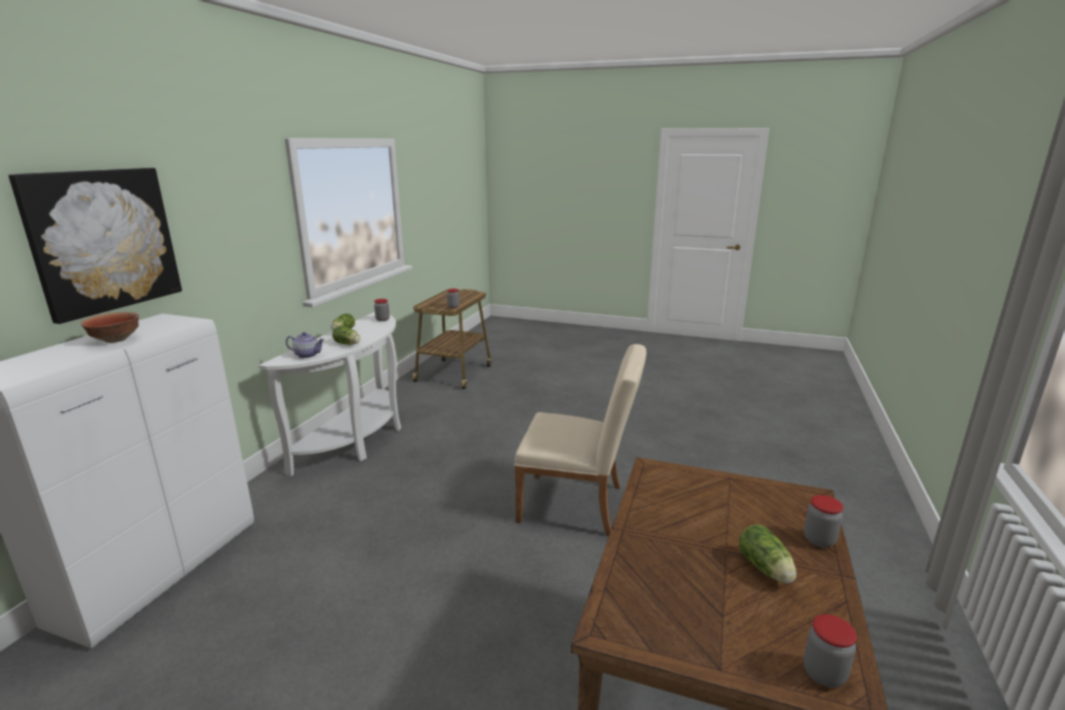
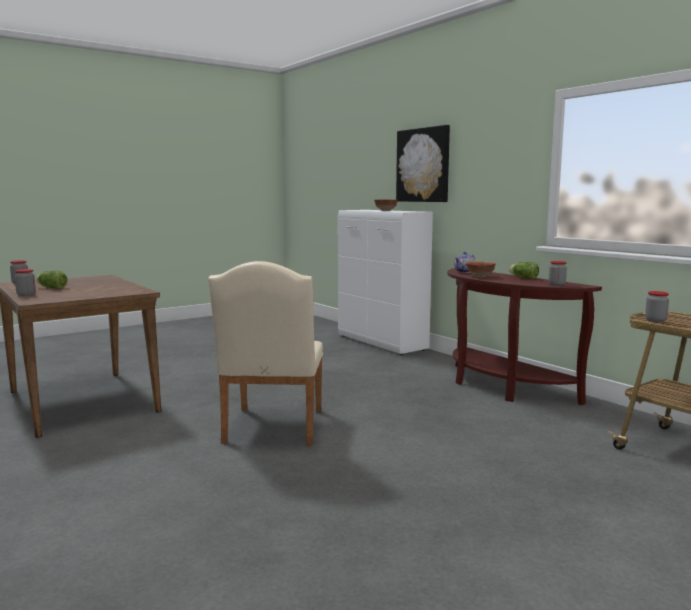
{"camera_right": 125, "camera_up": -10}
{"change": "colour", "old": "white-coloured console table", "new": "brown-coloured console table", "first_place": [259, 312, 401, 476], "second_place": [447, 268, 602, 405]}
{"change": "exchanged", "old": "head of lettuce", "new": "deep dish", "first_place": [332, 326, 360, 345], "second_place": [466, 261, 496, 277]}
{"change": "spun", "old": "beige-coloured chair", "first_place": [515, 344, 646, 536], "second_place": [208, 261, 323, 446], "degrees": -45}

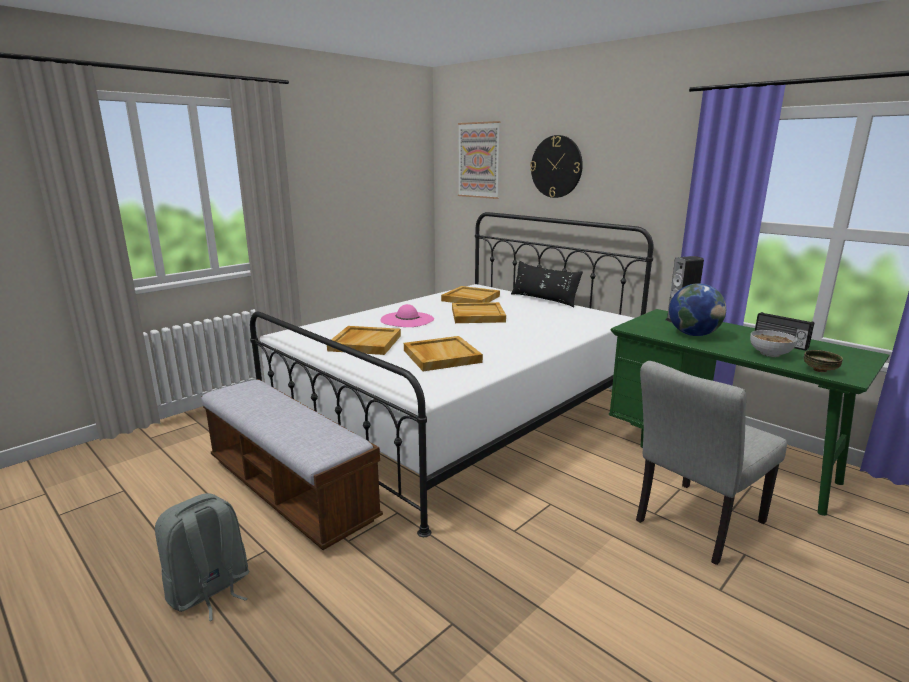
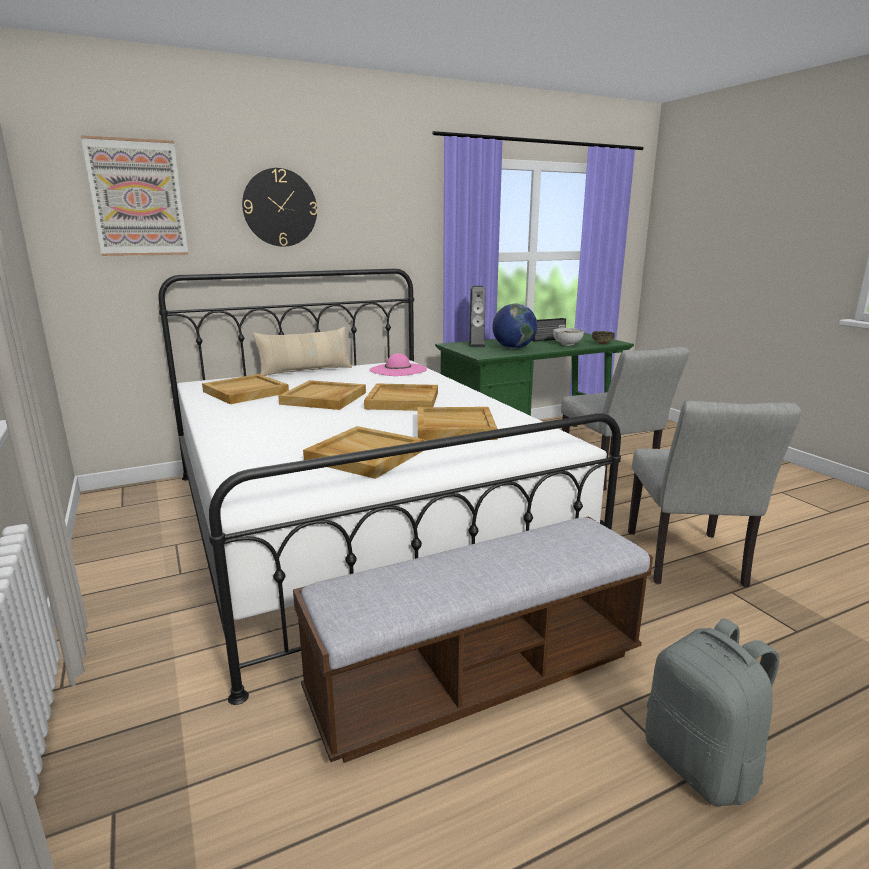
{"camera_right": -70, "camera_up": 0}
{"change": "relocated", "old": "pink-coloured clothing hat", "first_place": [380, 304, 434, 327], "second_place": [369, 353, 427, 376]}
{"change": "colour", "old": "black cushion", "new": "beige-coloured cushion", "first_place": [511, 261, 583, 307], "second_place": [253, 327, 352, 376]}
{"change": "appeared", "new": "beige-coloured tray", "second_place": [364, 383, 438, 411]}
{"change": "appeared", "new": "greyish chair", "second_place": [628, 401, 801, 587]}

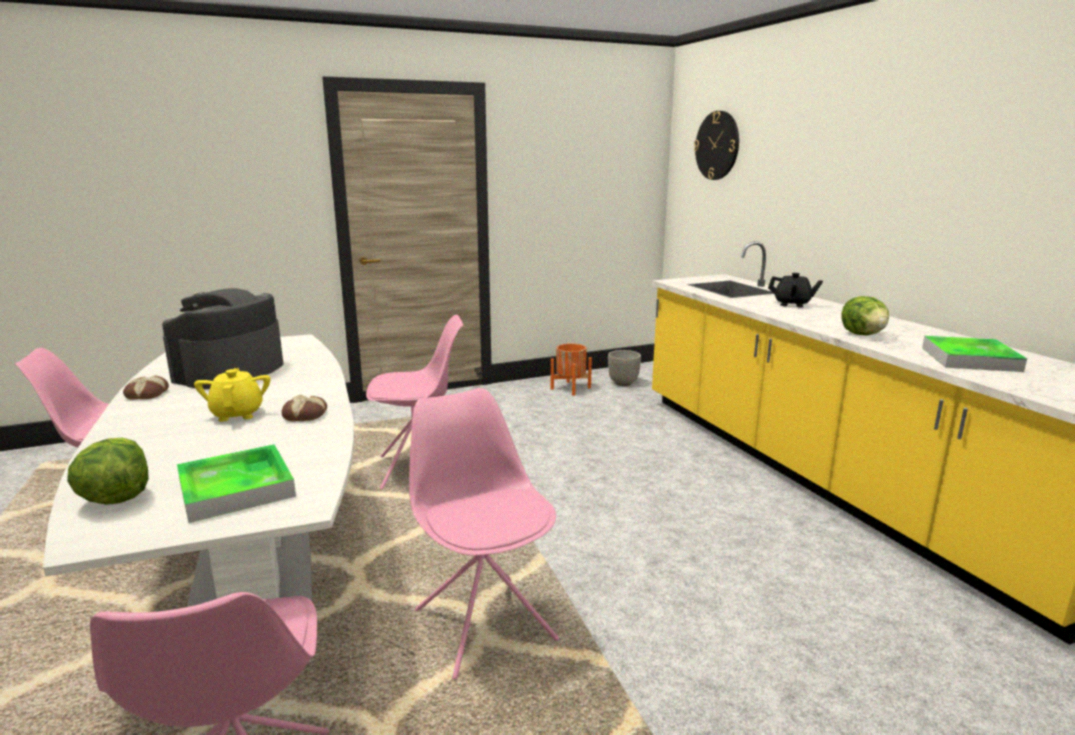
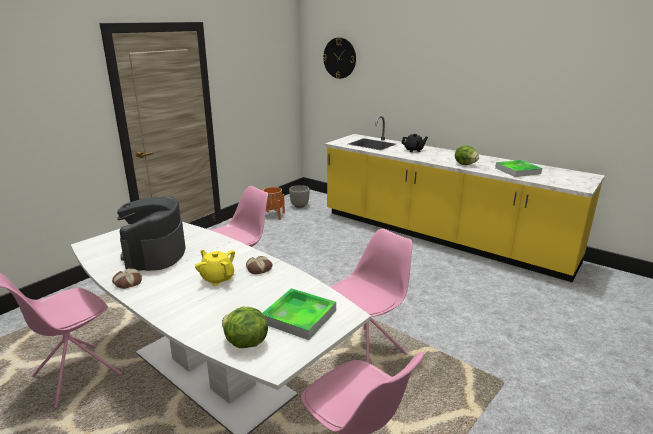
{"camera_right": -30, "camera_up": 5}
{"change": "spun", "old": "pink-coloured chair", "first_place": [409, 388, 559, 679], "second_place": [331, 229, 412, 363], "degrees": 105}

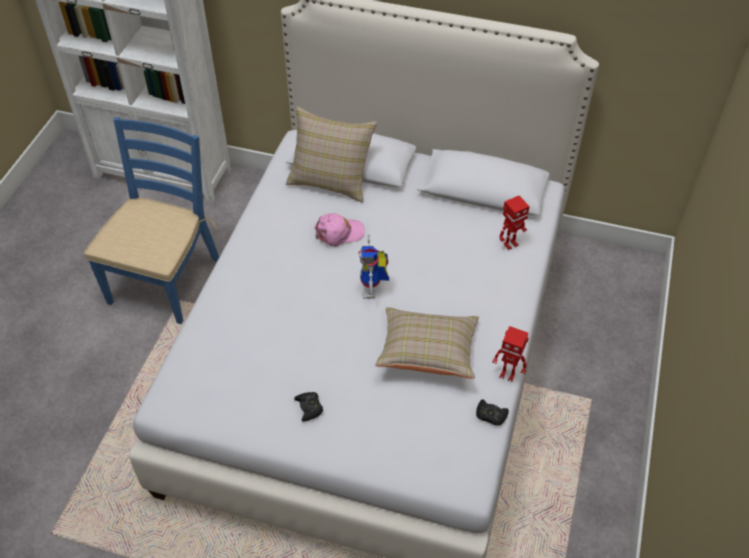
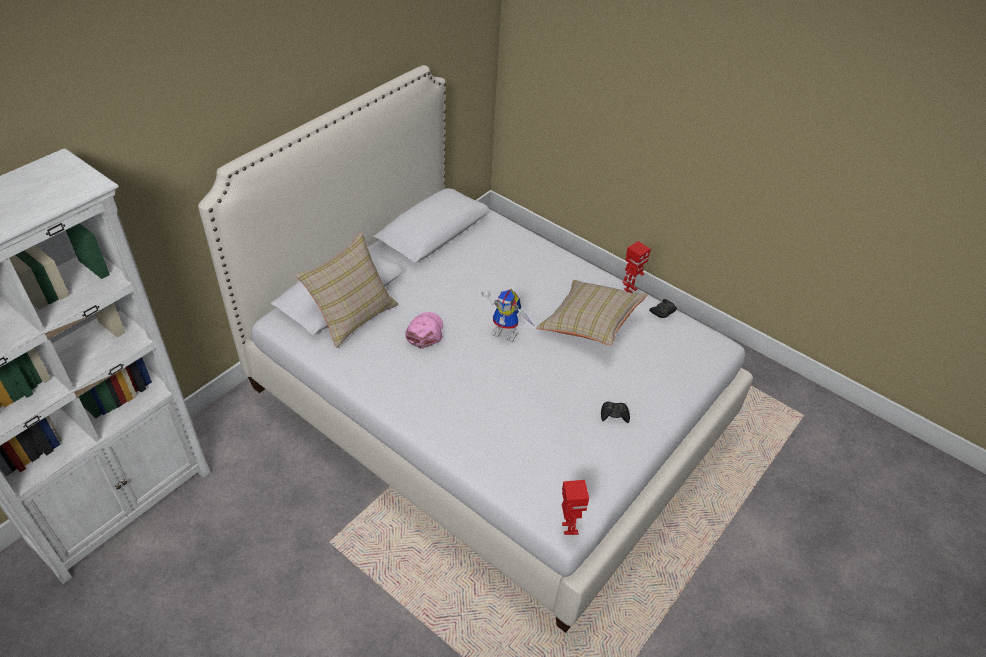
{"camera_right": -70, "camera_up": -5}
{"change": "missing", "old": "blue chair", "first_place": [84, 117, 219, 324]}
{"change": "relocated", "old": "toy robot", "first_place": [499, 196, 530, 250], "second_place": [562, 480, 589, 535]}

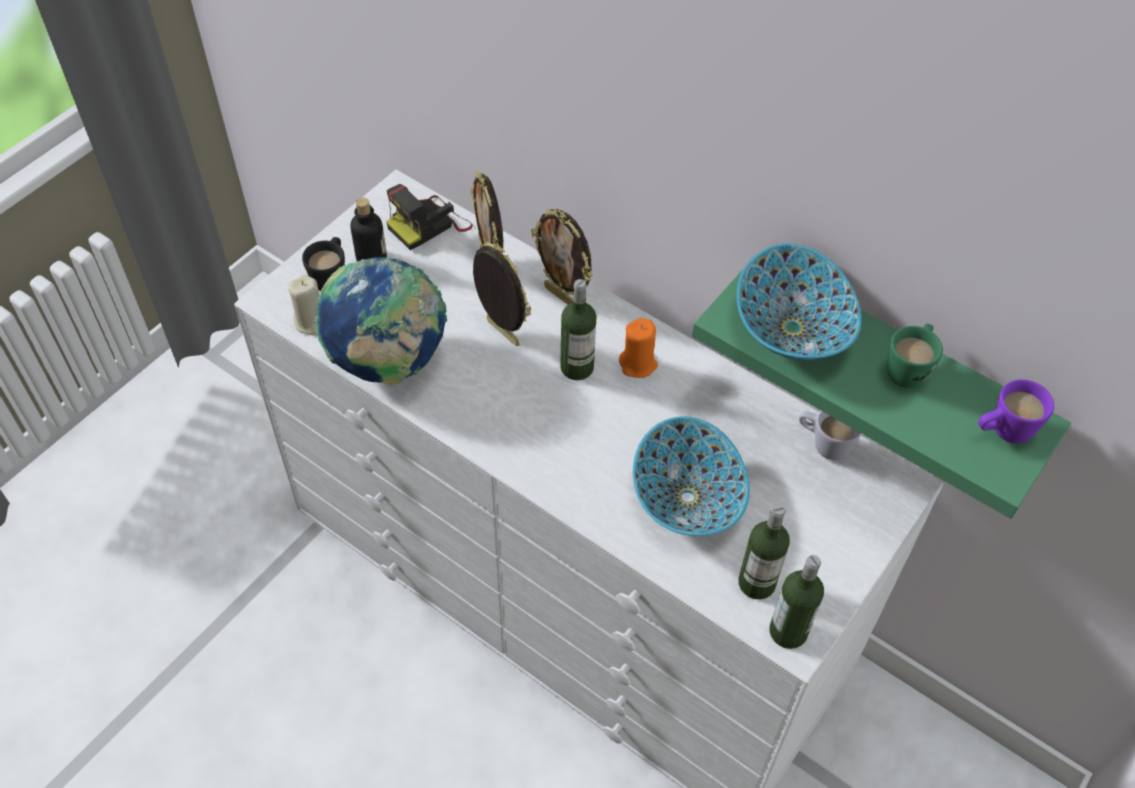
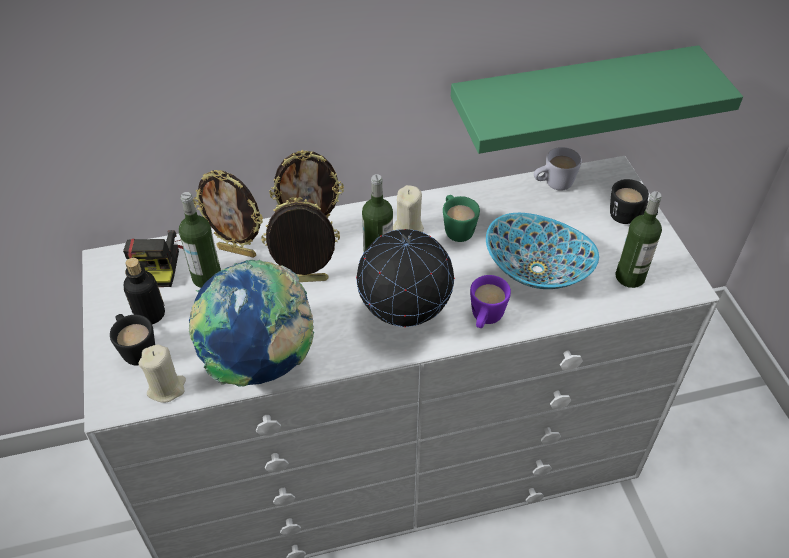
{"camera_right": -50, "camera_up": -5}
{"change": "colour", "old": "orange candle", "new": "beige-coloured candle", "first_place": [619, 318, 658, 378], "second_place": [393, 185, 424, 232]}
{"change": "missing", "old": "deep dish", "first_place": [737, 244, 862, 360]}
{"change": "relocated", "old": "drink bottle", "first_place": [769, 555, 824, 649], "second_place": [179, 192, 221, 288]}
{"change": "relocated", "old": "green coffee mug", "first_place": [887, 324, 943, 388], "second_place": [443, 195, 480, 242]}
{"change": "relocated", "old": "purplish coffee mug", "first_place": [978, 379, 1054, 443], "second_place": [470, 275, 511, 328]}
{"change": "appeared", "new": "world globe", "second_place": [356, 229, 455, 327]}
{"change": "appeared", "new": "black coffee mug", "second_place": [610, 179, 658, 224]}

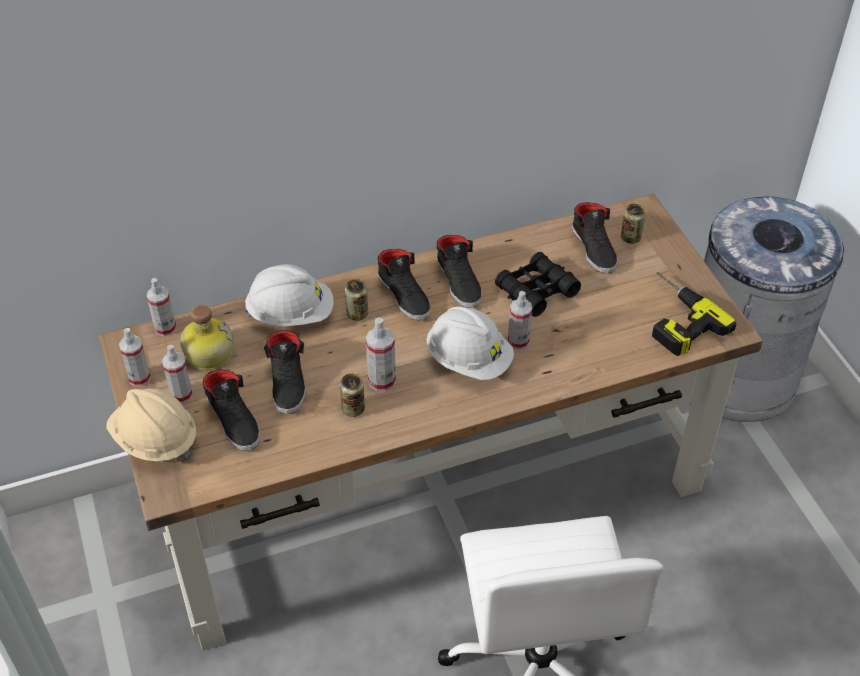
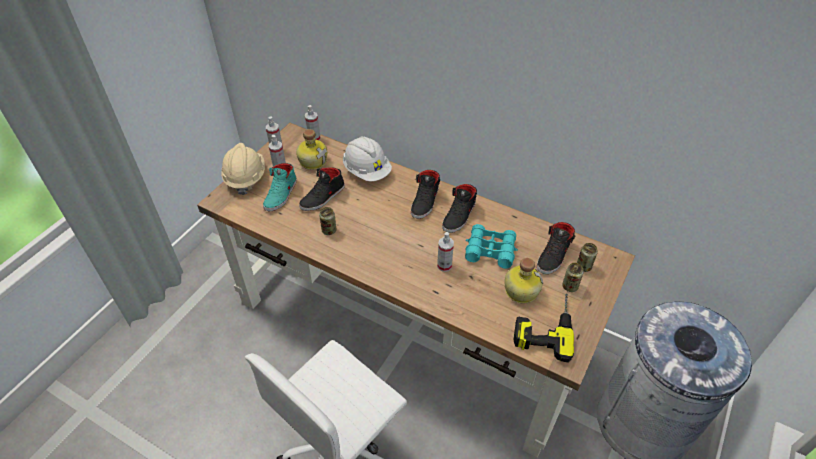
{"camera_right": 50, "camera_up": 0}
{"change": "colour", "old": "black low shoe", "new": "blue-green low shoe", "first_place": [203, 370, 260, 451], "second_place": [263, 163, 297, 211]}
{"change": "relocated", "old": "metal can", "first_place": [345, 279, 368, 321], "second_place": [562, 263, 584, 292]}
{"change": "missing", "old": "spray bottle", "first_place": [366, 317, 396, 391]}
{"change": "missing", "old": "white-coloured hard hat", "first_place": [427, 306, 514, 380]}
{"change": "colour", "old": "black field glasses", "new": "blue-green field glasses", "first_place": [495, 252, 581, 317], "second_place": [465, 224, 518, 269]}
{"change": "appeared", "new": "drink bottle", "second_place": [504, 258, 543, 304]}

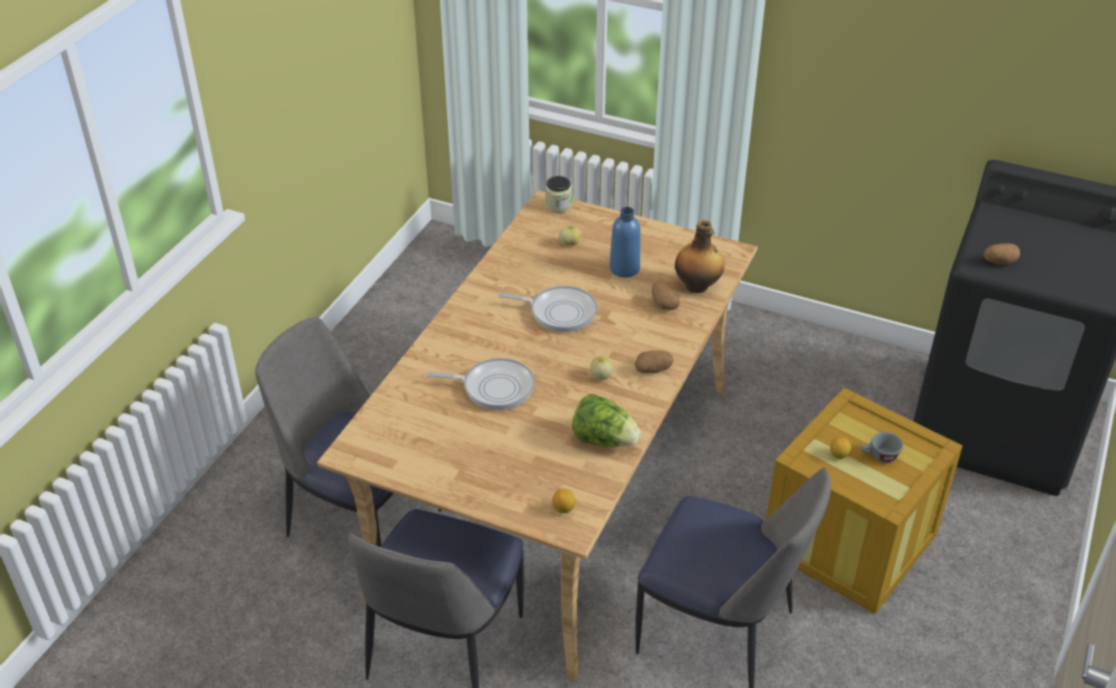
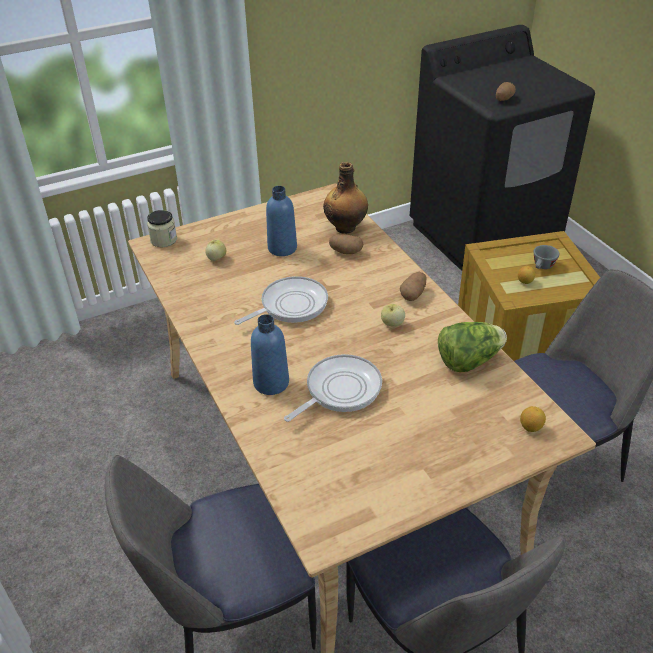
{"camera_right": -50, "camera_up": 0}
{"change": "appeared", "new": "blue drink bottle", "second_place": [251, 314, 289, 395]}

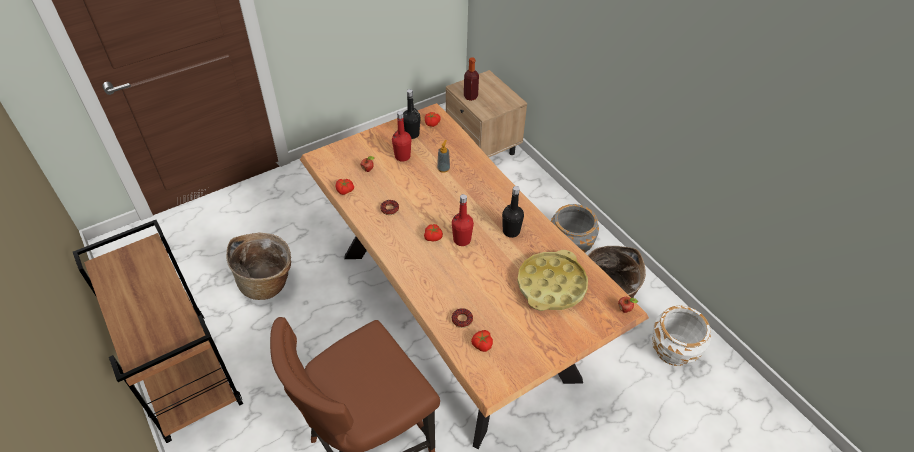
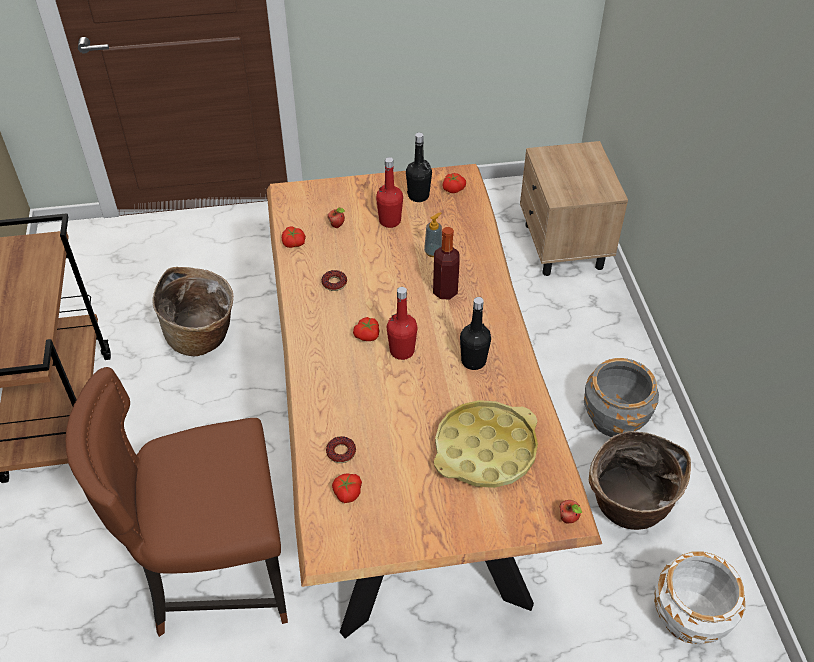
{"camera_right": 25, "camera_up": 0}
{"change": "relocated", "old": "drink bottle", "first_place": [464, 57, 479, 101], "second_place": [433, 227, 460, 299]}

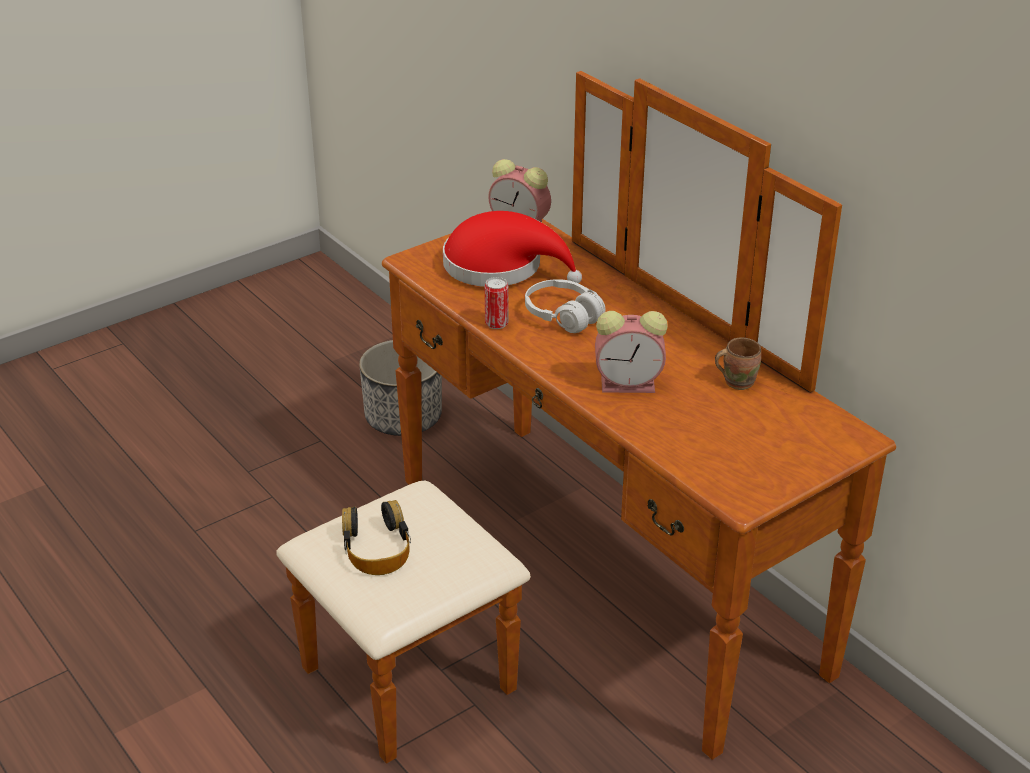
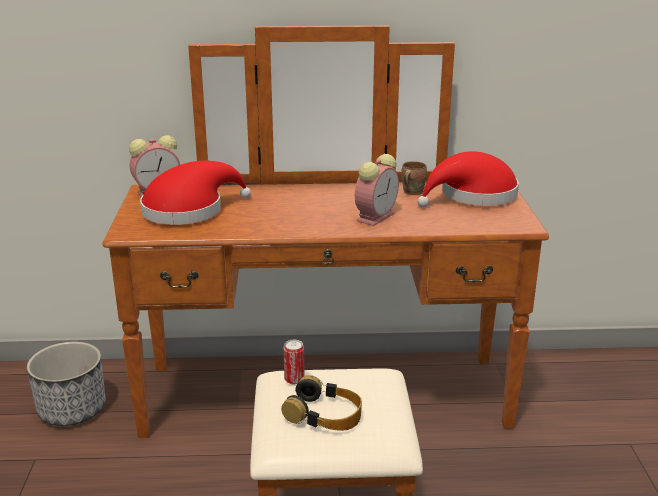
{"camera_right": -55, "camera_up": -10}
{"change": "relocated", "old": "metal can", "first_place": [485, 277, 509, 329], "second_place": [283, 340, 305, 384]}
{"change": "missing", "old": "white-coloured headset", "first_place": [525, 279, 605, 333]}
{"change": "appeared", "new": "red clothing hat", "second_place": [417, 151, 519, 208]}

